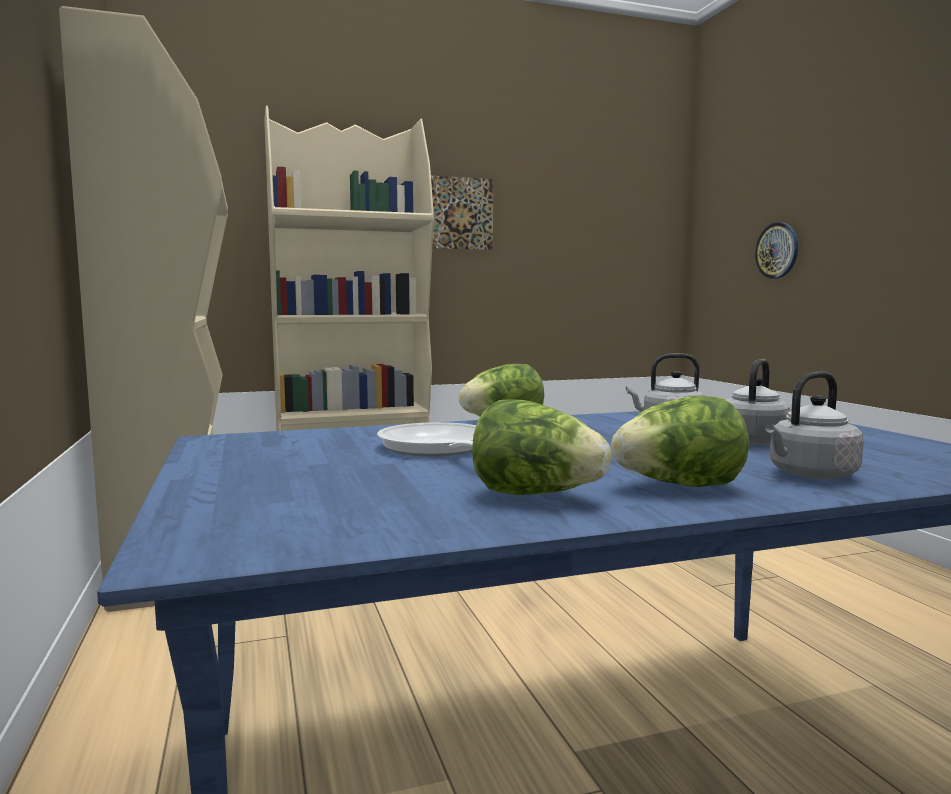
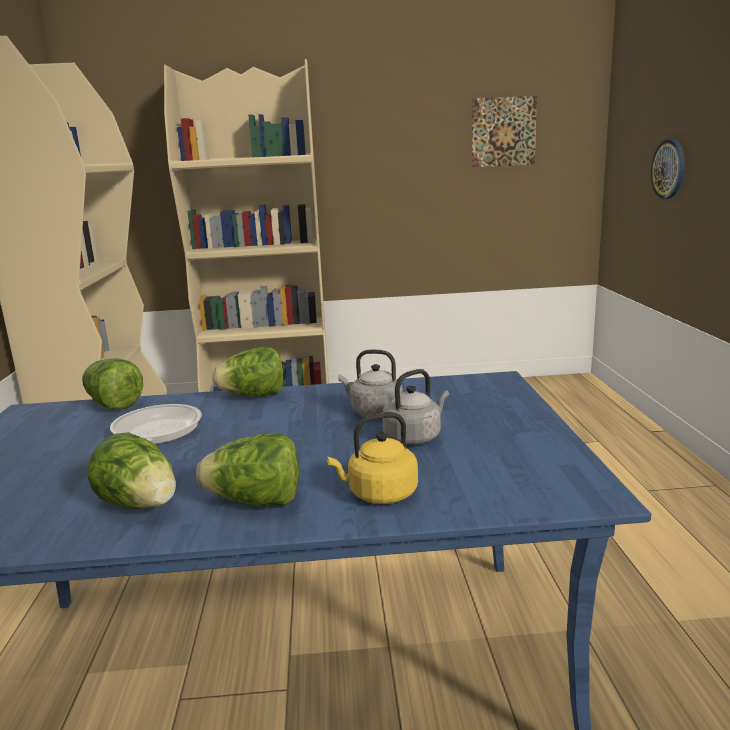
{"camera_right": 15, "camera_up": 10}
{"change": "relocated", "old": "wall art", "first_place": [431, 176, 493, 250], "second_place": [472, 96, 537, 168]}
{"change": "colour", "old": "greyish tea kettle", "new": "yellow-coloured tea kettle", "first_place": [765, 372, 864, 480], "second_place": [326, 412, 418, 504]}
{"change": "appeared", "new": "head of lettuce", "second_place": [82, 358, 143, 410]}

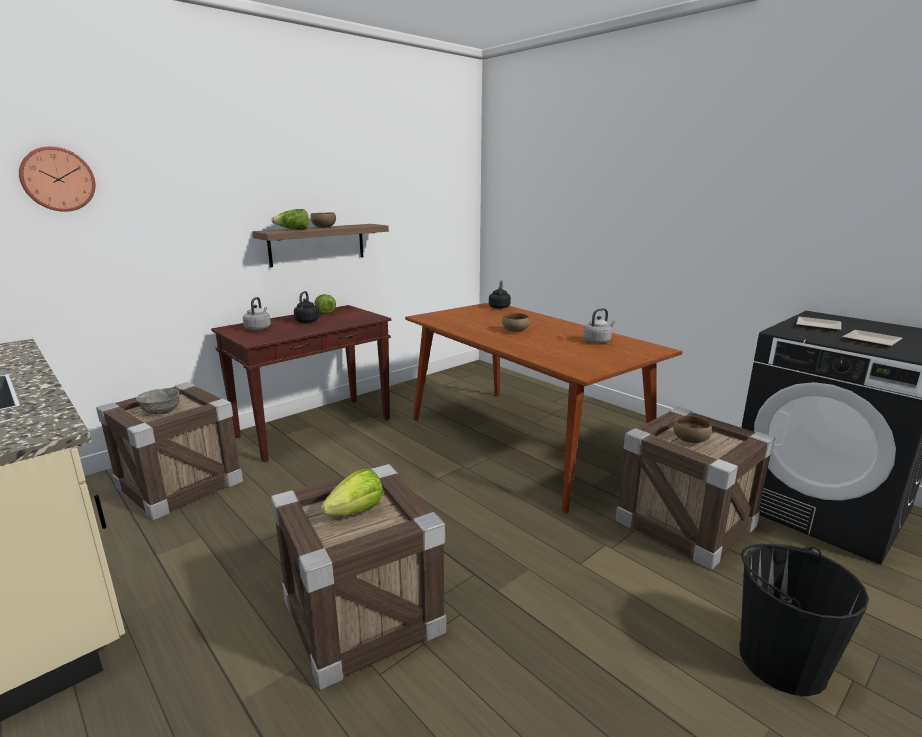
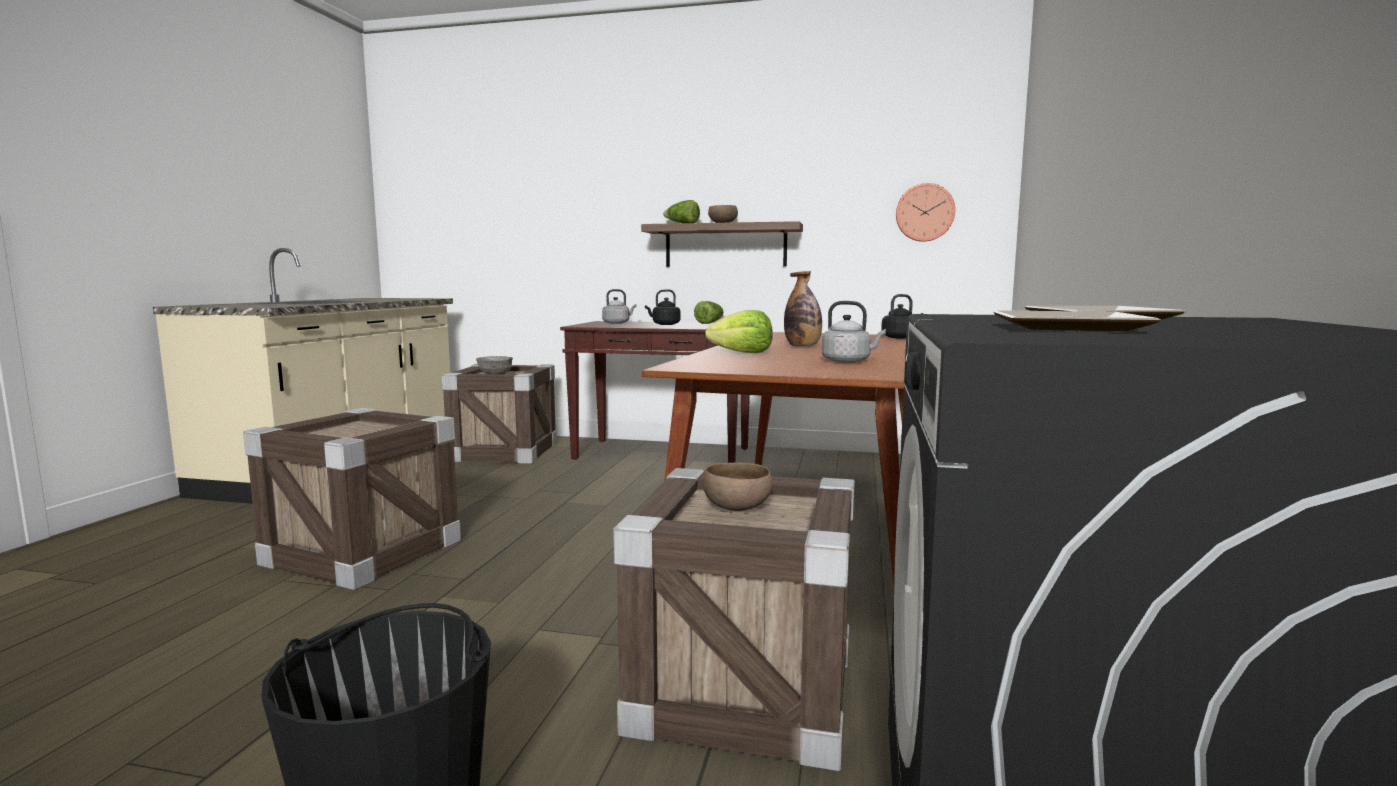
{"camera_right": 55, "camera_up": -10}
{"change": "relocated", "old": "hanging clock", "first_place": [19, 146, 95, 212], "second_place": [896, 183, 955, 242]}
{"change": "relocated", "old": "head of lettuce", "first_place": [321, 469, 383, 516], "second_place": [706, 310, 773, 353]}
{"change": "exchanged", "old": "brown-coloured deep dish", "new": "drink bottle", "first_place": [502, 313, 530, 332], "second_place": [784, 271, 822, 347]}

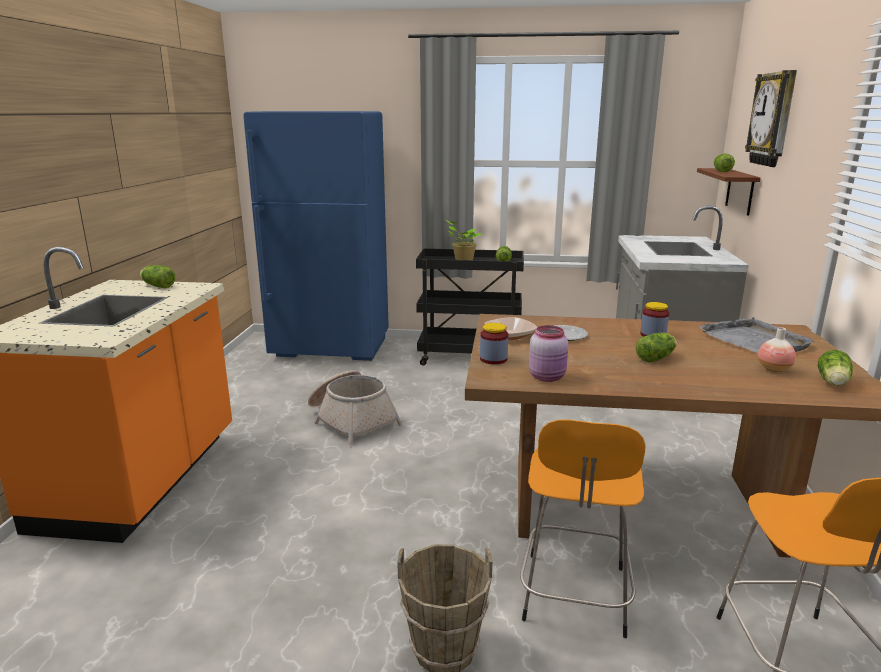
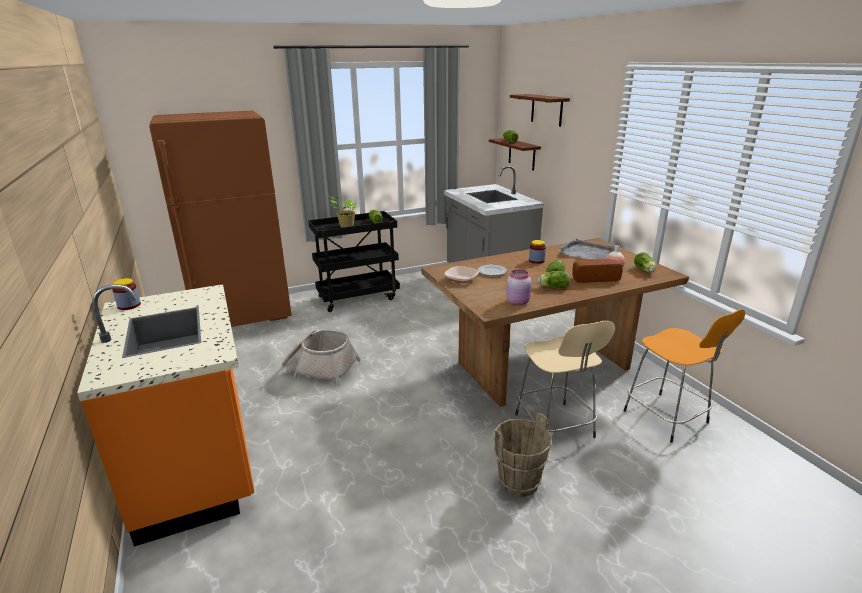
{"camera_right": -30, "camera_up": 5}
{"change": "relocated", "old": "head of lettuce", "first_place": [140, 265, 175, 288], "second_place": [538, 271, 570, 288]}
{"change": "colour", "old": "blue fridge", "new": "brown-coloured fridge", "first_place": [243, 111, 389, 361], "second_place": [149, 111, 291, 327]}
{"change": "relocated", "old": "jar", "first_place": [480, 323, 508, 364], "second_place": [112, 278, 141, 310]}
{"change": "colour", "old": "orange sitting stool", "new": "beige-coloured sitting stool", "first_place": [520, 420, 645, 638], "second_place": [515, 321, 615, 438]}
{"change": "exchanged", "old": "hanging clock", "new": "brown-coloured shelf", "first_place": [745, 70, 797, 167], "second_place": [510, 94, 570, 127]}
{"change": "appeared", "new": "baked bread", "second_place": [572, 259, 623, 283]}

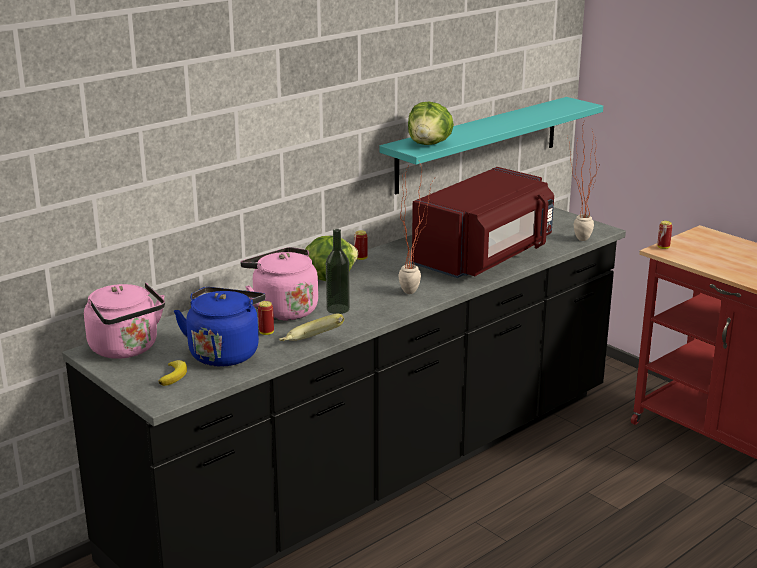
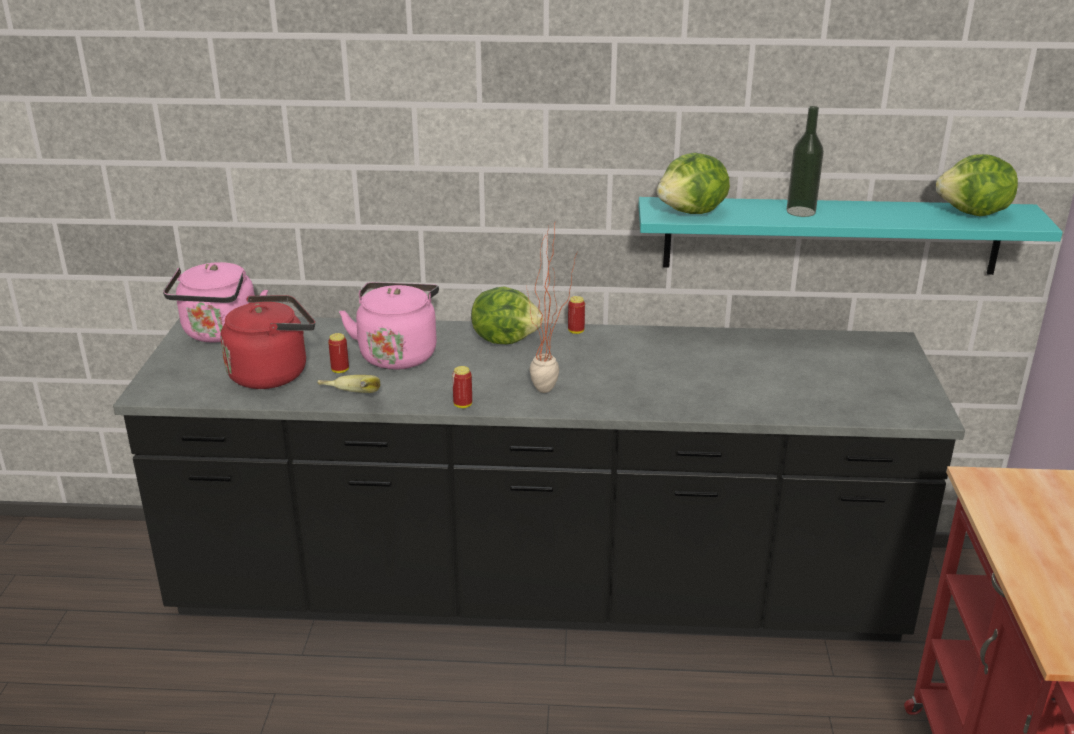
{"camera_right": 45, "camera_up": 5}
{"change": "missing", "old": "banana", "first_place": [159, 360, 187, 386]}
{"change": "colour", "old": "blue tea kettle", "new": "red tea kettle", "first_place": [174, 287, 265, 367], "second_place": [220, 295, 315, 389]}
{"change": "relocated", "old": "drink bottle", "first_place": [326, 229, 350, 314], "second_place": [786, 106, 824, 217]}
{"change": "missing", "old": "red microwave oven", "first_place": [412, 167, 554, 278]}
{"change": "missing", "old": "plant in a pot", "first_place": [567, 121, 597, 241]}
{"change": "relocated", "old": "metal can", "first_place": [657, 221, 672, 249], "second_place": [452, 366, 472, 408]}
{"change": "appeared", "new": "head of lettuce", "second_place": [936, 154, 1018, 216]}

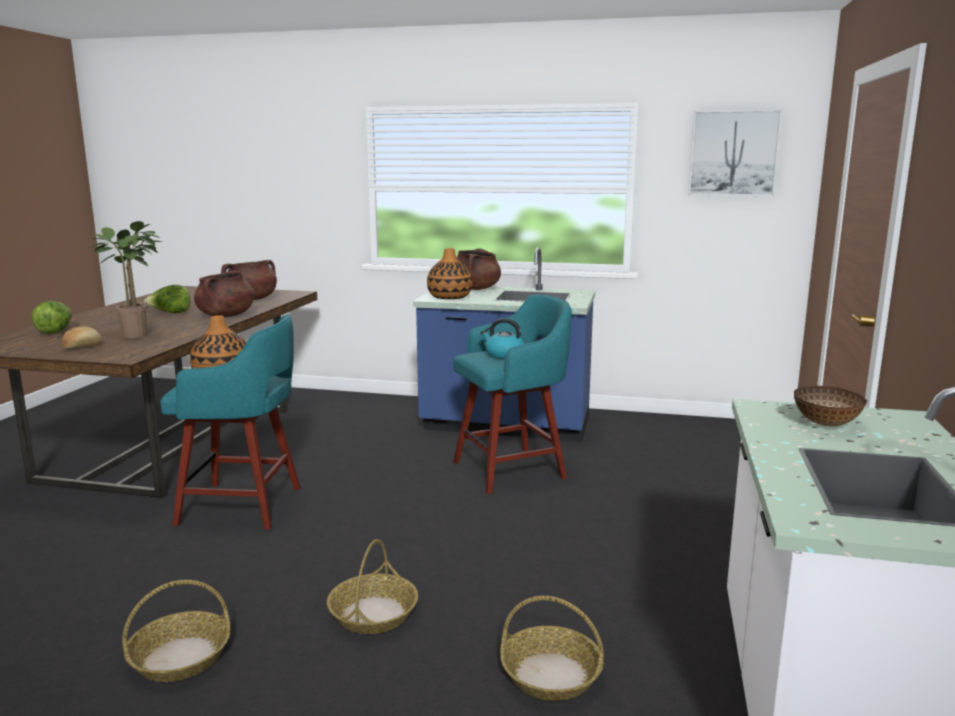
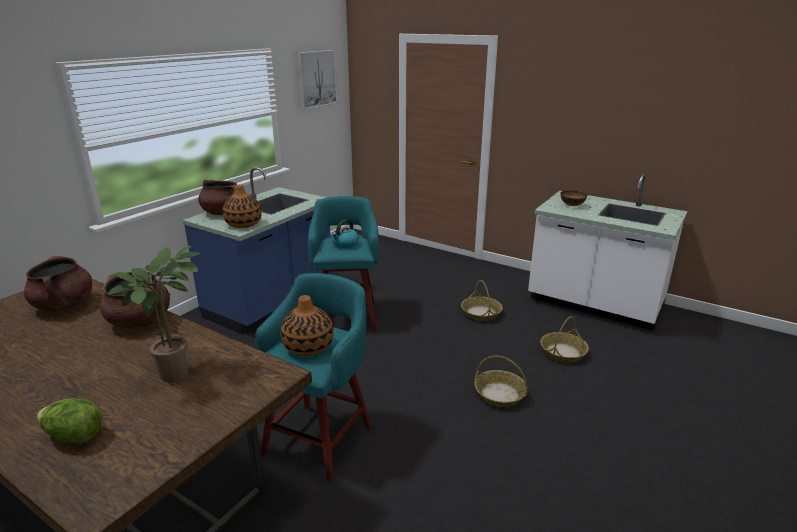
{"camera_right": -70, "camera_up": 10}
{"change": "missing", "old": "baked bread", "first_place": [62, 326, 102, 349]}
{"change": "relocated", "old": "basket", "first_place": [122, 580, 230, 682], "second_place": [461, 280, 503, 321]}
{"change": "missing", "old": "head of lettuce", "first_place": [144, 285, 191, 313]}

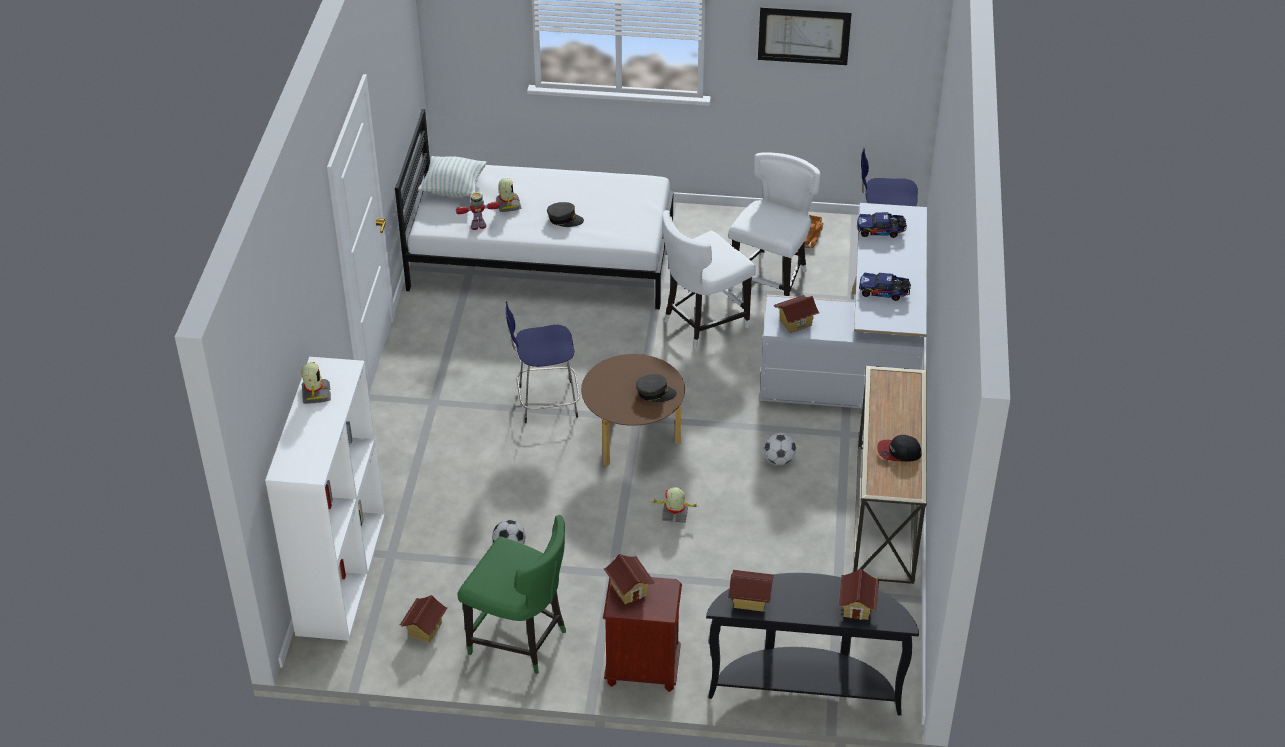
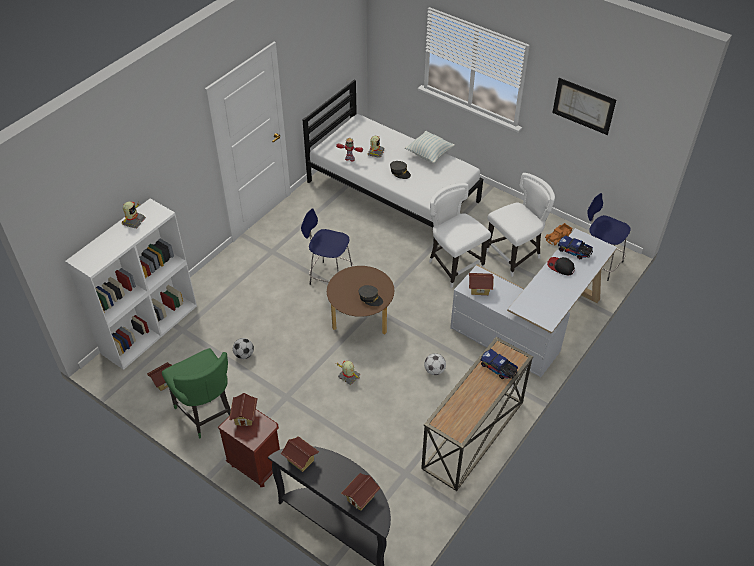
{"camera_right": 30, "camera_up": 5}
{"change": "relocated", "old": "cushion", "first_place": [418, 156, 486, 197], "second_place": [405, 131, 455, 163]}
{"change": "spun", "old": "white-coloured chair", "first_place": [662, 210, 756, 348], "second_place": [429, 183, 491, 288], "degrees": 60}
{"change": "relocated", "old": "toy lorry", "first_place": [859, 273, 911, 301], "second_place": [480, 349, 518, 379]}
{"change": "relocated", "old": "baseball cap", "first_place": [877, 435, 922, 462], "second_place": [547, 257, 575, 275]}

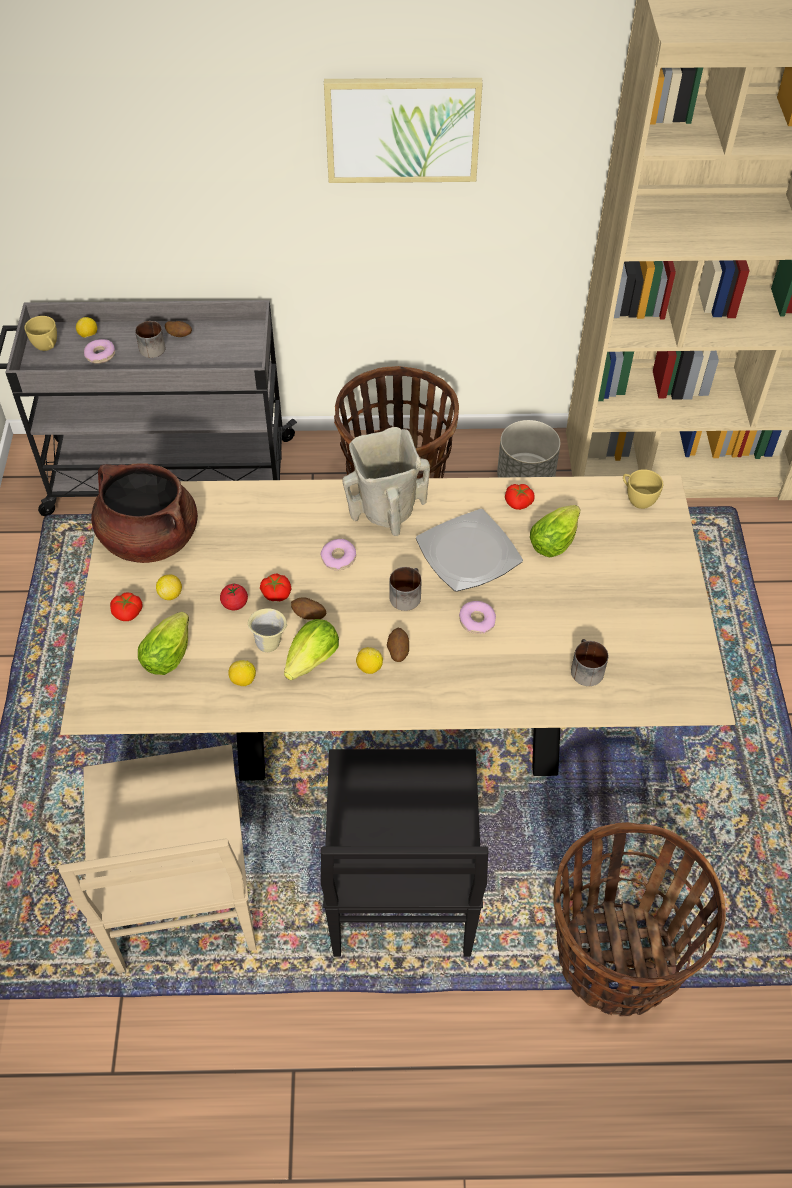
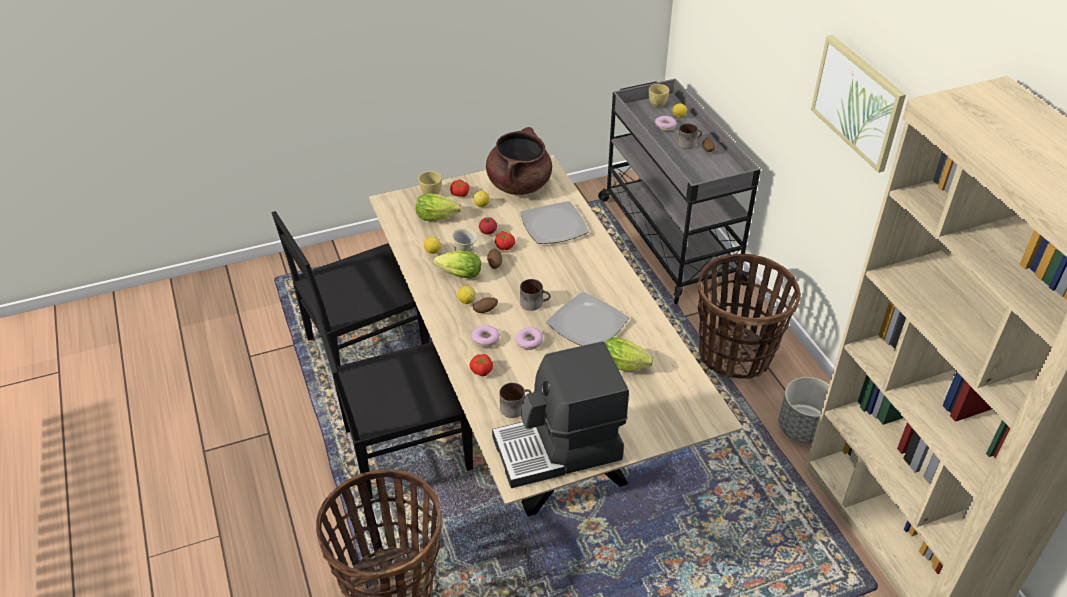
{"camera_right": 70, "camera_up": -10}
{"change": "colour", "old": "beige-coloured chair", "new": "black chair", "first_place": [59, 744, 256, 973], "second_place": [272, 211, 429, 366]}
{"change": "relocated", "old": "ring doughnut", "first_place": [321, 539, 356, 570], "second_place": [472, 325, 500, 347]}
{"change": "missing", "old": "beige-coloured flower vase", "first_place": [342, 427, 430, 536]}
{"change": "relocated", "old": "whole tomato", "first_place": [505, 484, 534, 510], "second_place": [469, 354, 493, 376]}
{"change": "relocated", "old": "yellow-coloured small cup", "first_place": [623, 469, 663, 509], "second_place": [418, 171, 442, 194]}
{"change": "appeared", "new": "coffee machine", "second_place": [492, 342, 629, 488]}
{"change": "appeared", "new": "flat dish", "second_place": [520, 201, 589, 244]}

